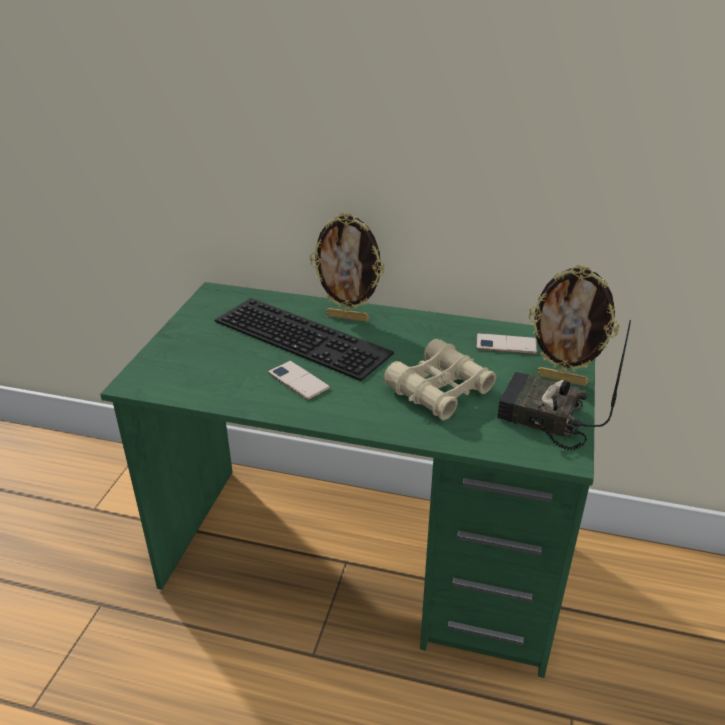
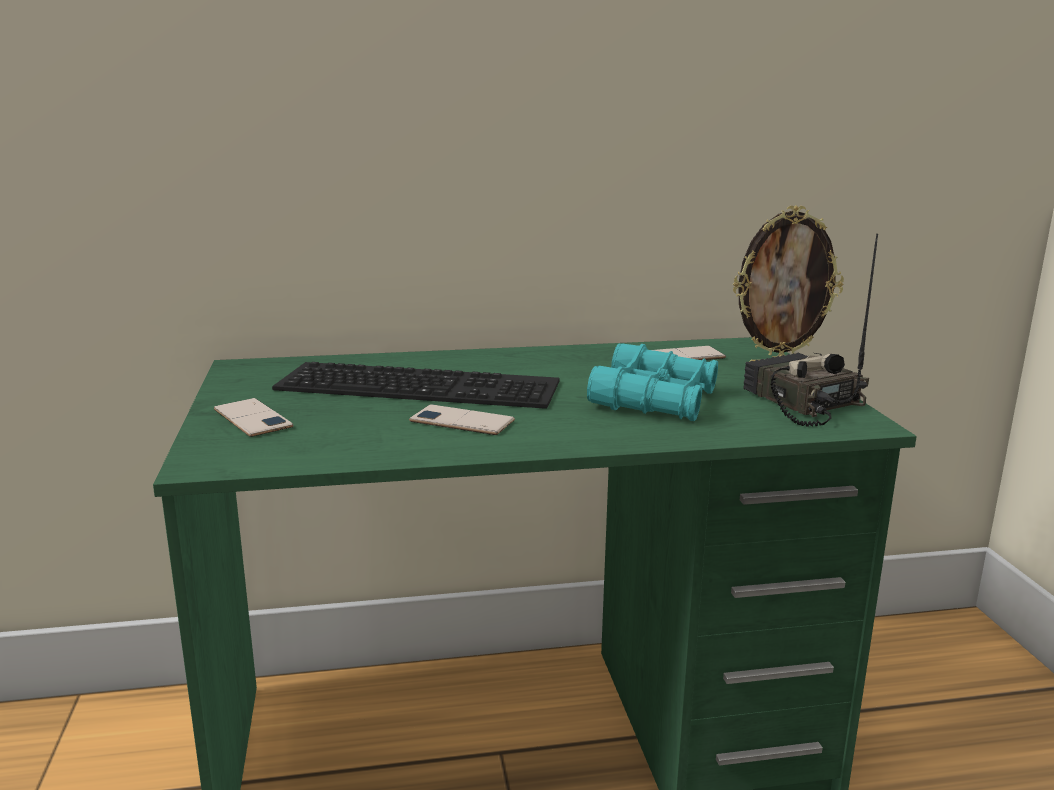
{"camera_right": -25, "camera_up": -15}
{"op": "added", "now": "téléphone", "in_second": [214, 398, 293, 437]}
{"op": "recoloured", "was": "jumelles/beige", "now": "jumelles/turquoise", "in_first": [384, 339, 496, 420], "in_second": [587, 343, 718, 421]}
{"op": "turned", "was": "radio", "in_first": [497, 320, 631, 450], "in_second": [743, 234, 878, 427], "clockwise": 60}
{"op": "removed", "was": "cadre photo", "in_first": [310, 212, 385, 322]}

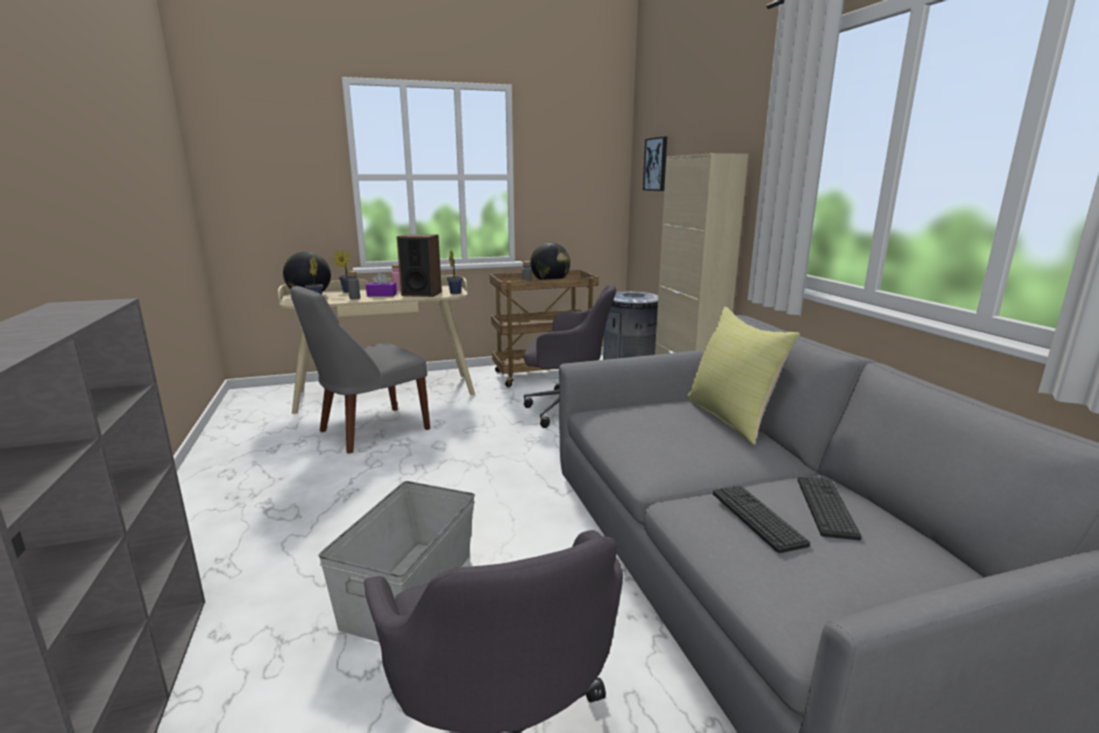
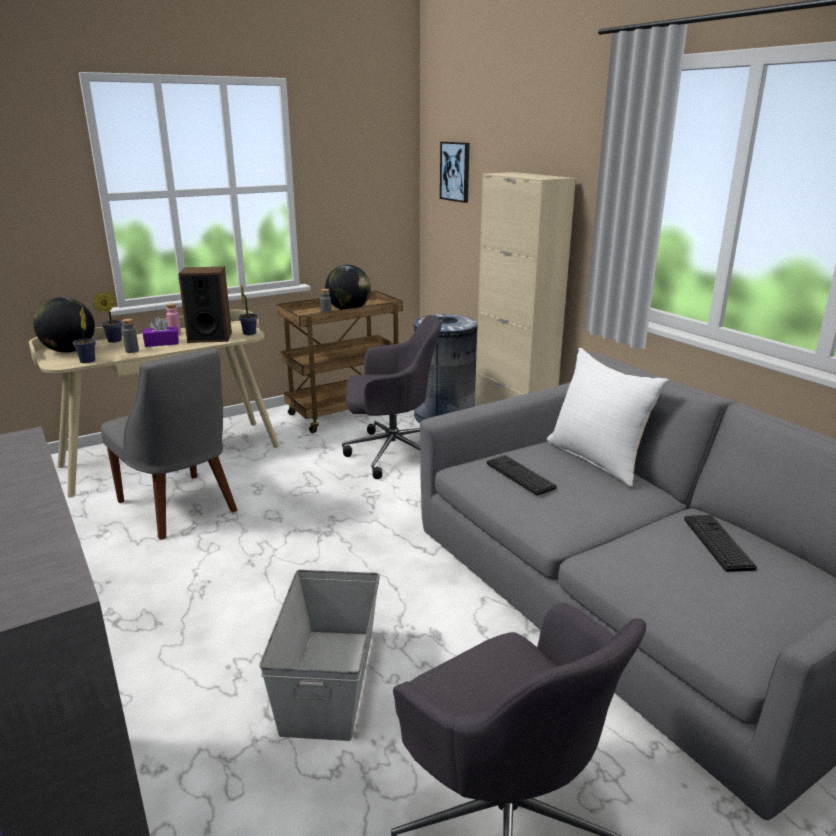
{"camera_right": -15, "camera_up": 5}
{"op": "turned", "was": "chaise/gris", "in_first": [290, 286, 430, 454], "in_second": [101, 348, 238, 540], "clockwise": -75}
{"op": "moved", "was": "clavier", "in_first": [713, 485, 810, 553], "in_second": [487, 455, 557, 496]}
{"op": "recoloured", "was": "coussin/jaune", "now": "coussin/blanc", "in_first": [687, 307, 800, 445], "in_second": [547, 348, 669, 487]}

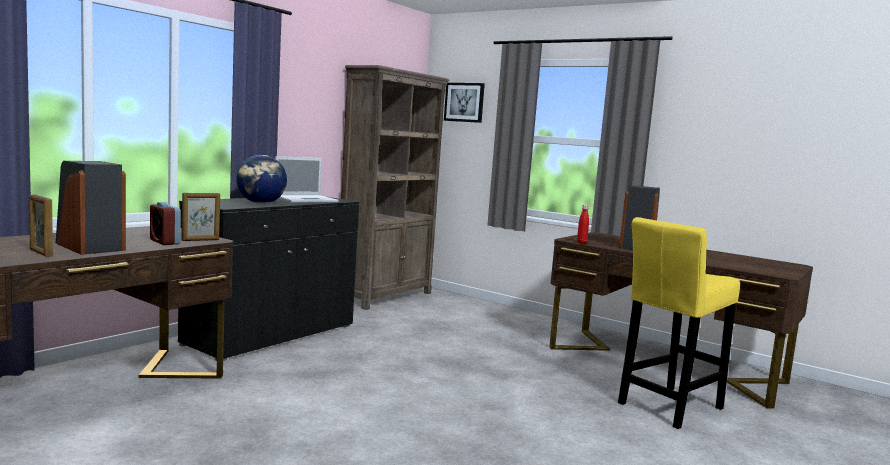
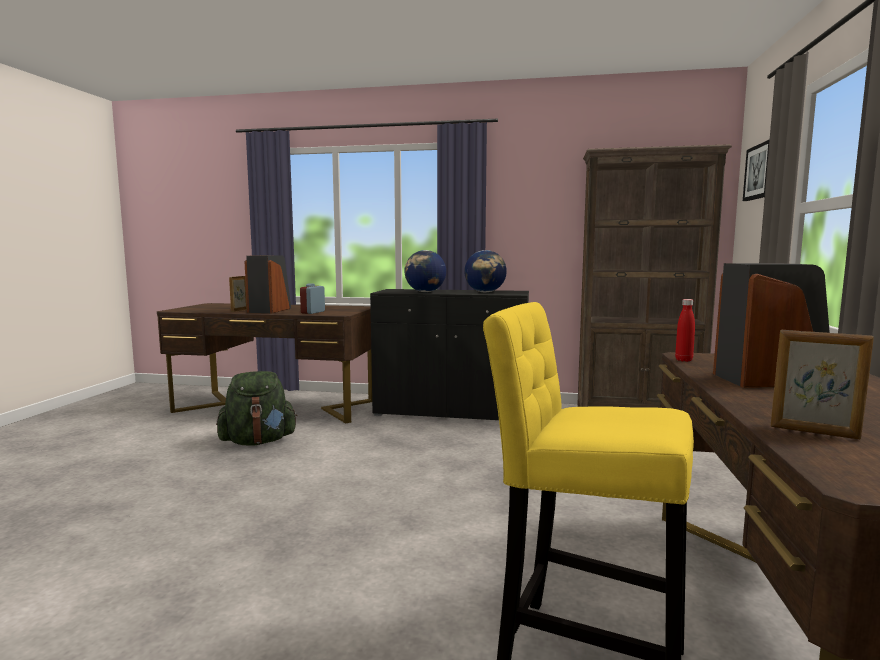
{"camera_right": 65, "camera_up": 0}
{"op": "added", "now": "sac à dos/vert", "in_second": [216, 371, 298, 446]}
{"op": "replaced", "was": "ordinateur portable", "now": "globe", "in_first": [275, 156, 339, 203], "in_second": [464, 250, 507, 293]}
{"op": "moved", "was": "cadre photo", "in_first": [181, 193, 220, 241], "in_second": [771, 330, 874, 440]}

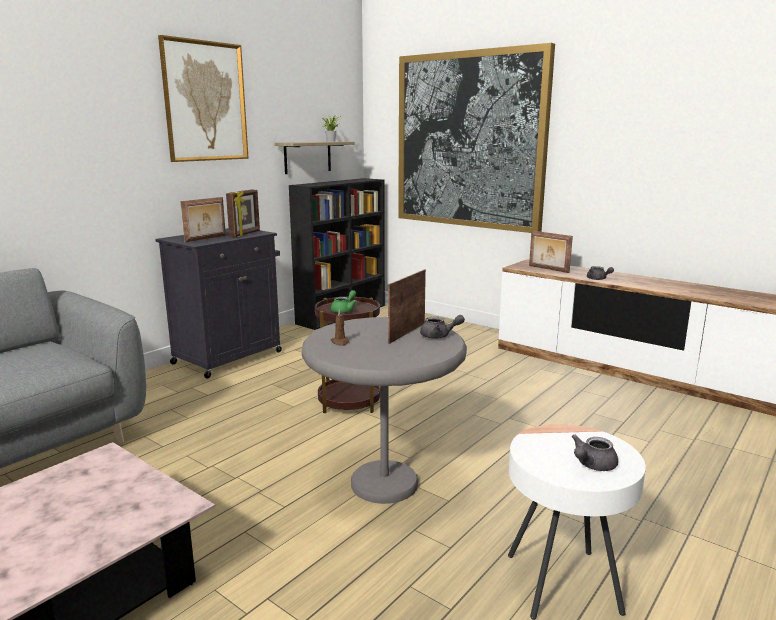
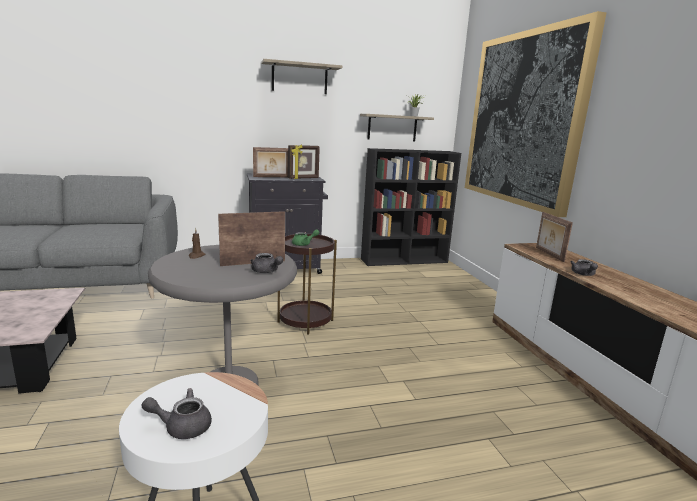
{"camera_right": 35, "camera_up": 0}
{"op": "replaced", "was": "tableau", "now": "étagère", "in_first": [158, 35, 249, 162], "in_second": [262, 59, 342, 94]}

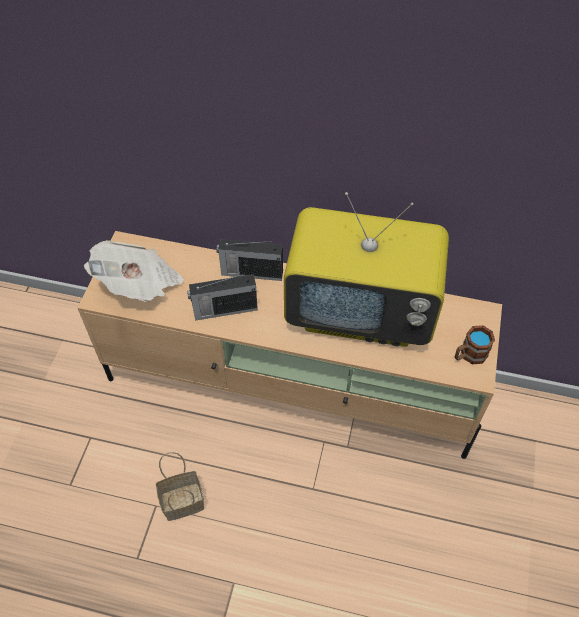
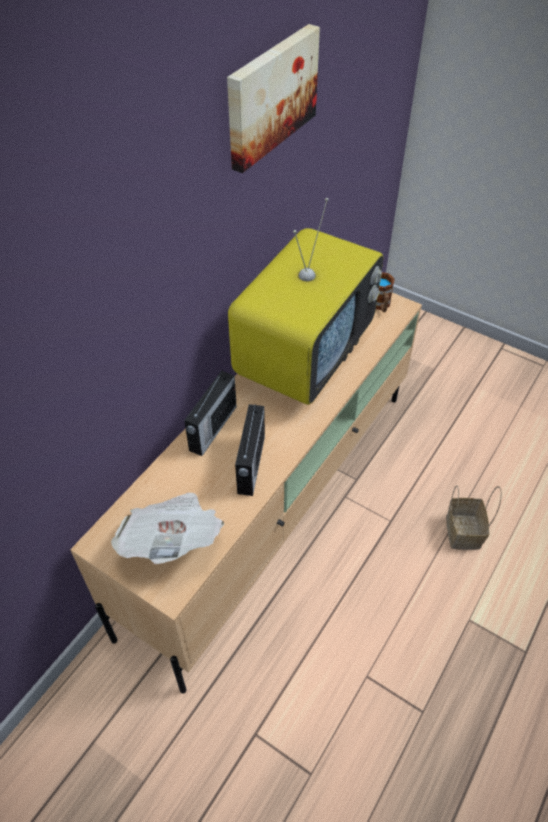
{"camera_right": -70, "camera_up": -5}
{"op": "added", "now": "tableau", "in_second": [227, 24, 320, 173]}
{"op": "moved", "was": "panier", "in_first": [156, 452, 204, 521], "in_second": [446, 485, 502, 550]}

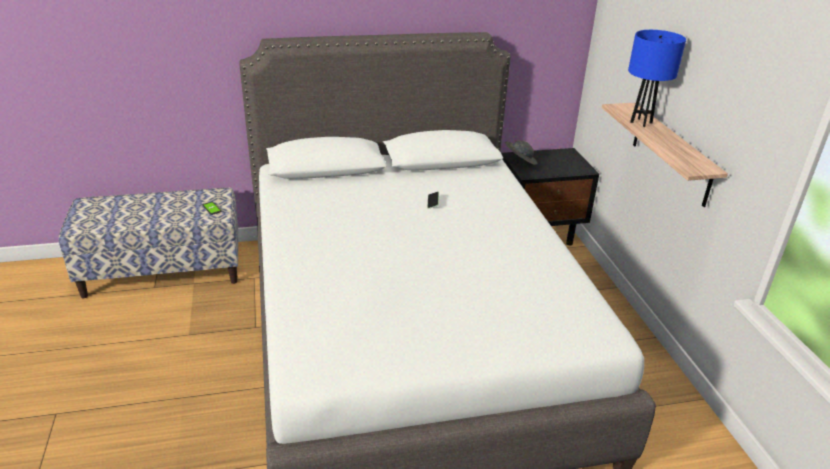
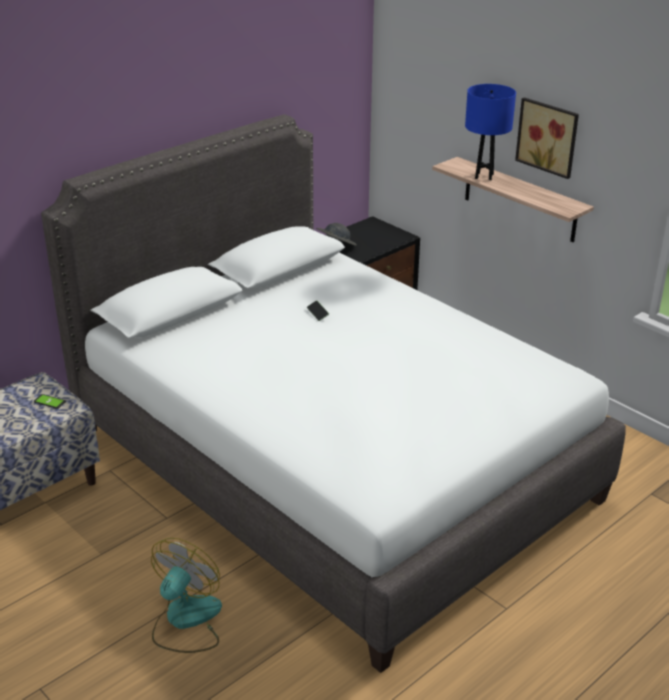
{"camera_right": -30, "camera_up": 0}
{"op": "added", "now": "ventilateur", "in_second": [151, 538, 222, 653]}
{"op": "added", "now": "tableau", "in_second": [515, 97, 579, 179]}

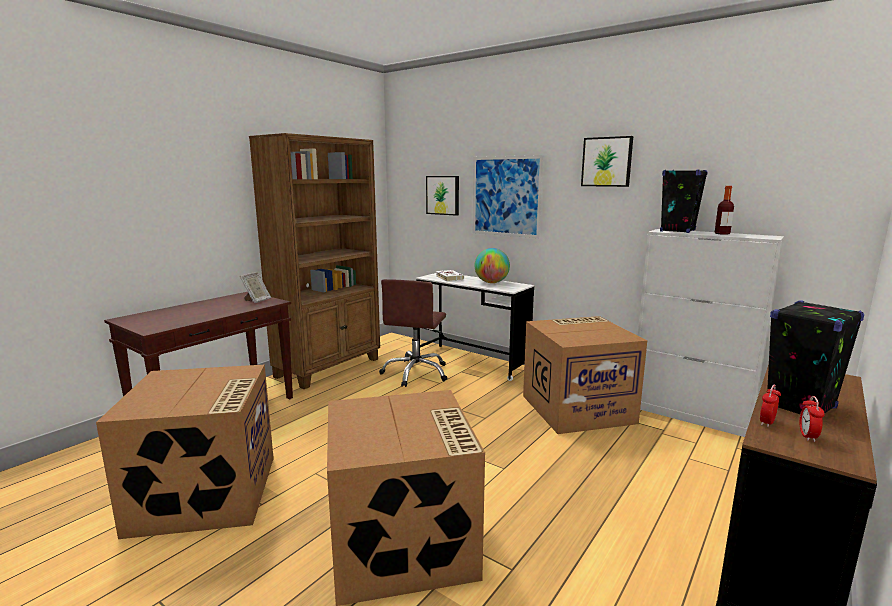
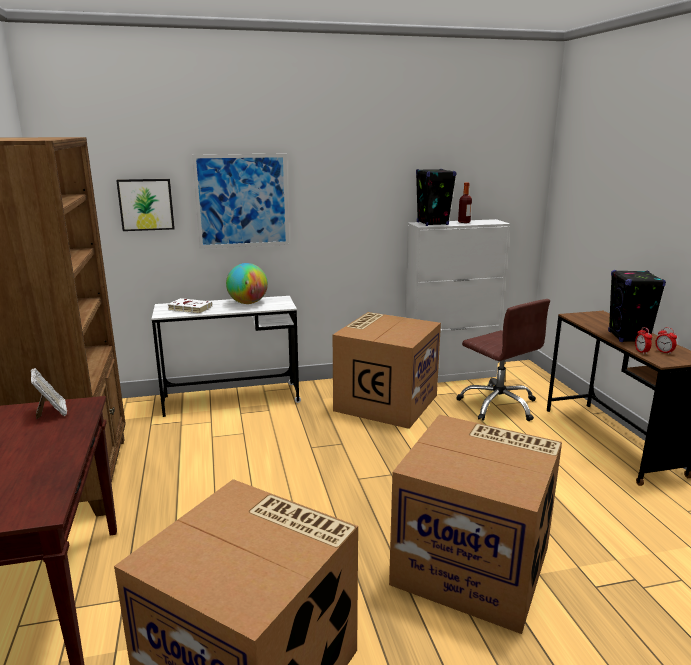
{"camera_right": -50, "camera_up": 5}
{"op": "moved", "was": "chaise de bureau/marron", "in_first": [379, 279, 447, 387], "in_second": [456, 299, 550, 421]}
{"op": "removed", "was": "tableau", "in_first": [581, 136, 633, 187]}

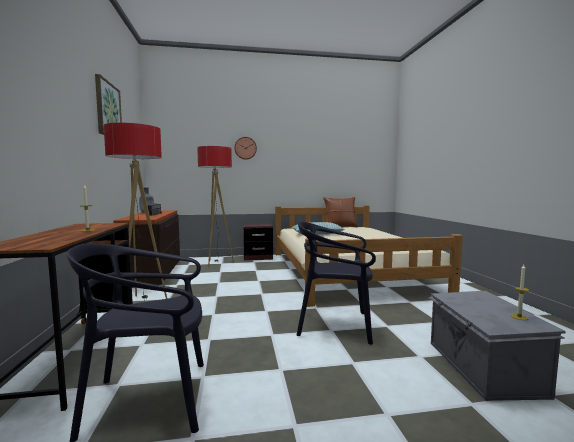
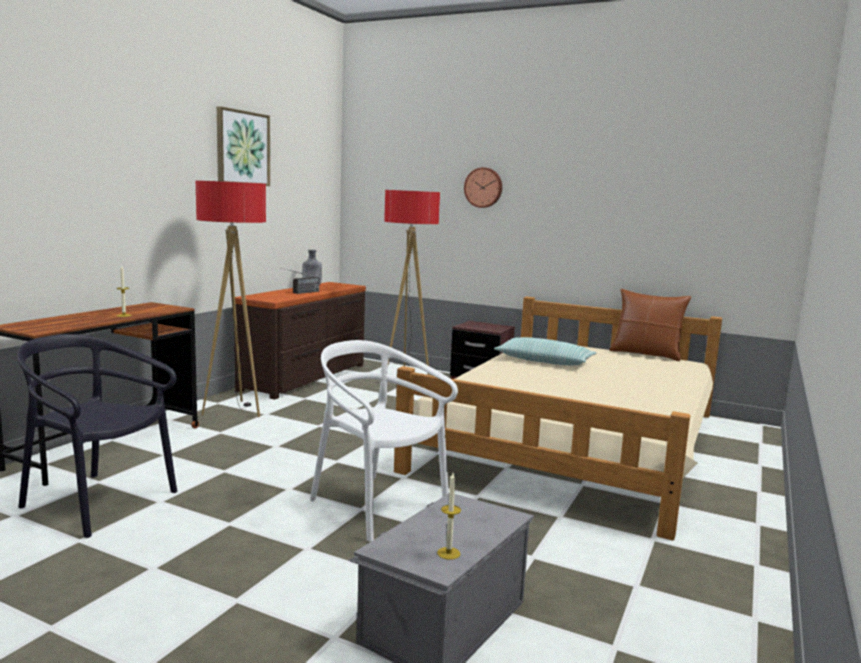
{"camera_right": 35, "camera_up": 5}
{"op": "recoloured", "was": "chaise/noir", "now": "chaise/blanc", "in_first": [297, 221, 376, 345], "in_second": [310, 340, 458, 542]}

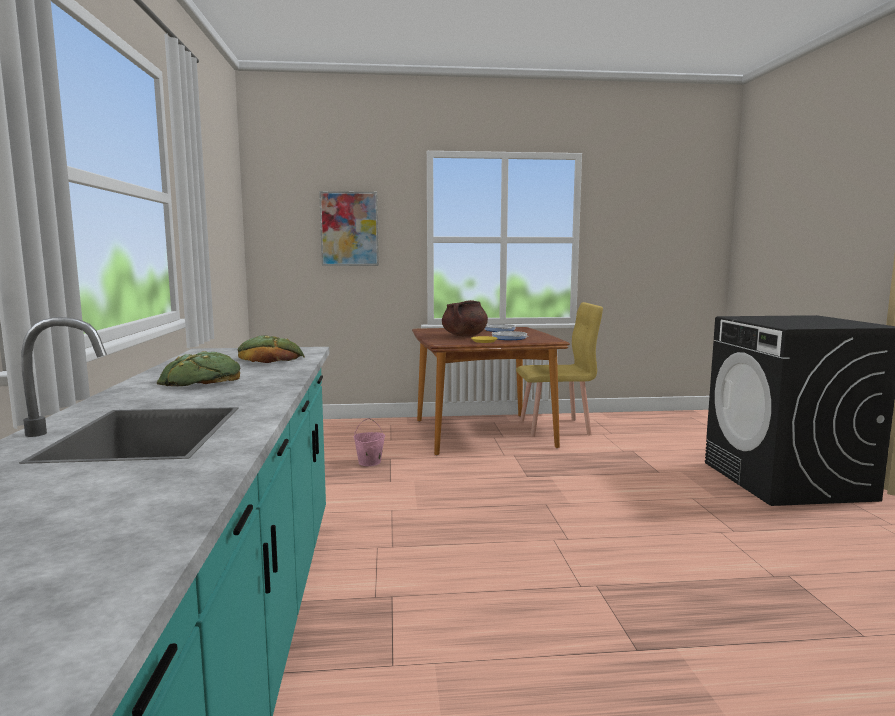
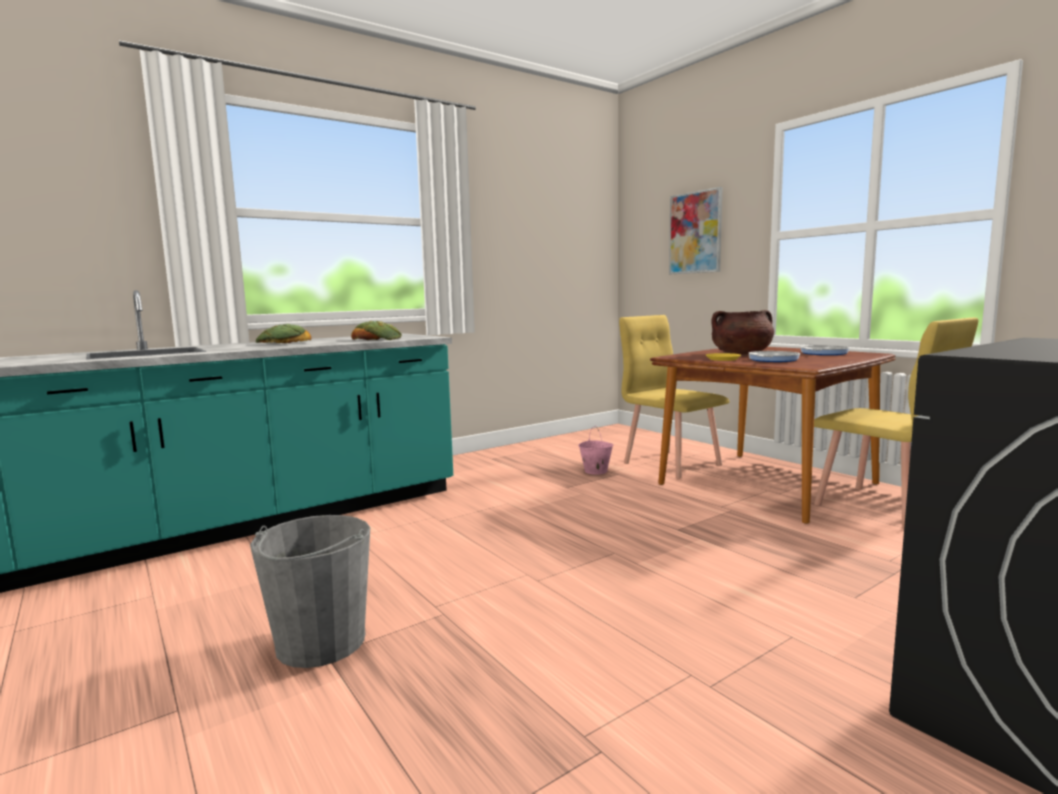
{"camera_right": 60, "camera_up": 0}
{"op": "added", "now": "seau/gris", "in_second": [250, 515, 370, 668]}
{"op": "added", "now": "chaise/jaune", "in_second": [619, 315, 729, 478]}

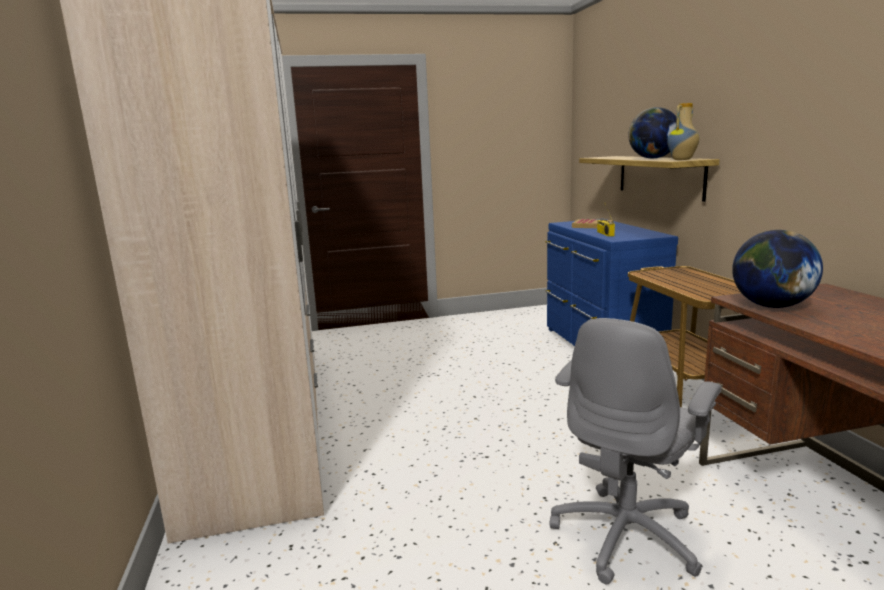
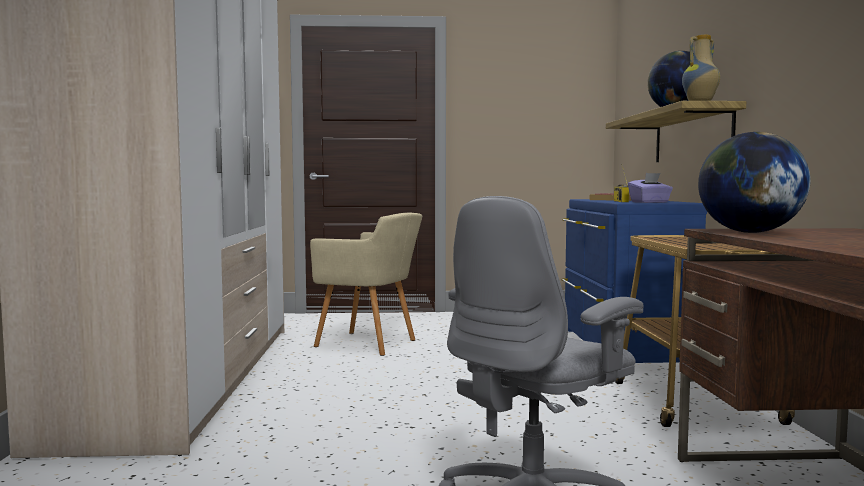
{"camera_right": 10, "camera_up": -10}
{"op": "added", "now": "fauteuil/beige", "in_second": [310, 213, 422, 356]}
{"op": "added", "now": "boîte à mouchoirs/violet", "in_second": [628, 173, 673, 203]}

